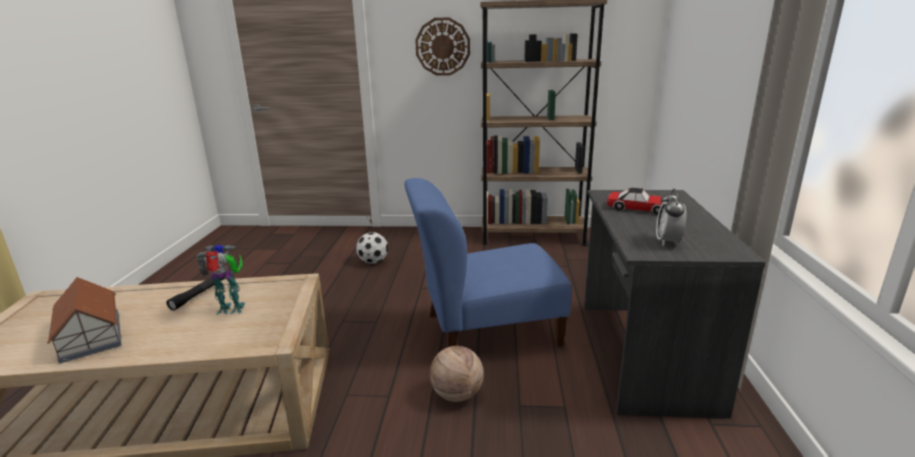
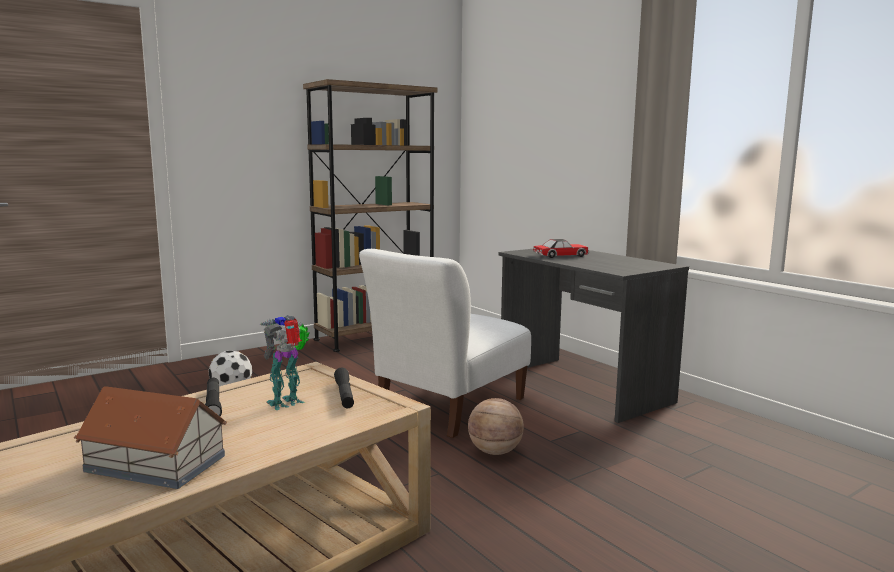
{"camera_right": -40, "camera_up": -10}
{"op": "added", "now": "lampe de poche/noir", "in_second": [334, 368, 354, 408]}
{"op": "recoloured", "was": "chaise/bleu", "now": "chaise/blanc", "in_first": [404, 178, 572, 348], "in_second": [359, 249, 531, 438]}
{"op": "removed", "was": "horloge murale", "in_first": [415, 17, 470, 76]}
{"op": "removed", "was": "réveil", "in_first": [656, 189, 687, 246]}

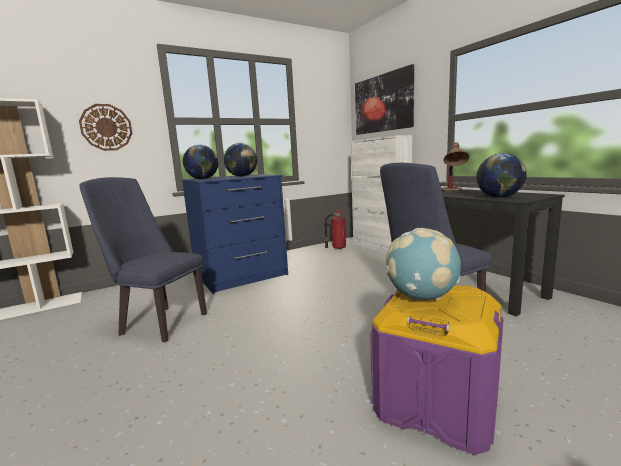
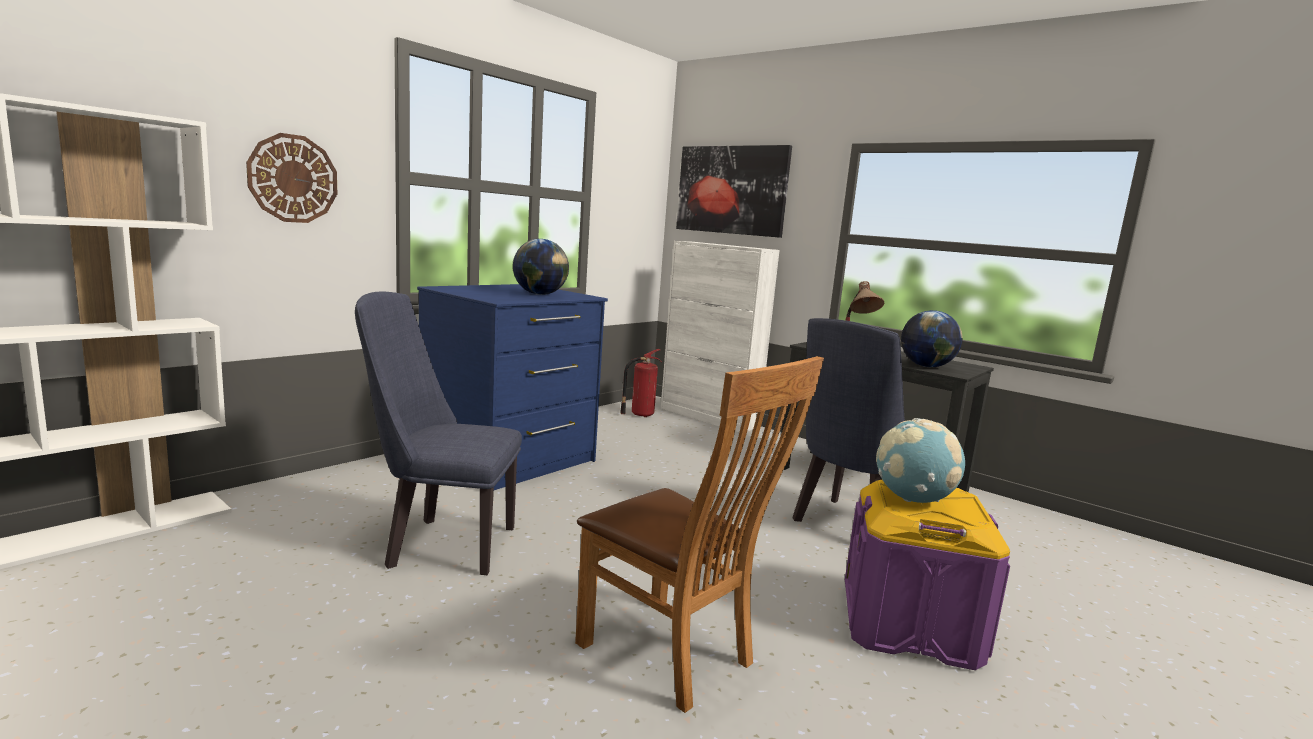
{"camera_right": -20, "camera_up": 0}
{"op": "added", "now": "chaise/marron", "in_second": [575, 356, 824, 713]}
{"op": "removed", "was": "globe", "in_first": [183, 145, 218, 179]}

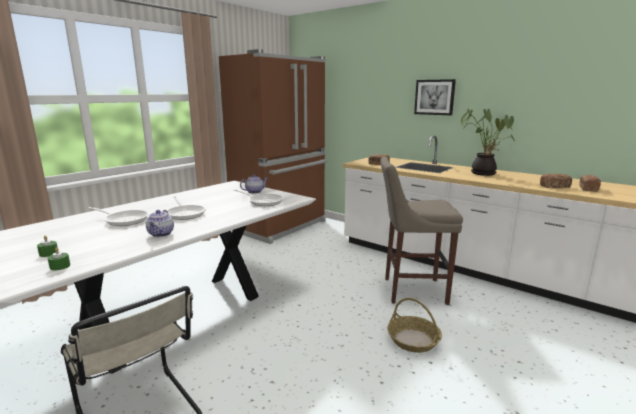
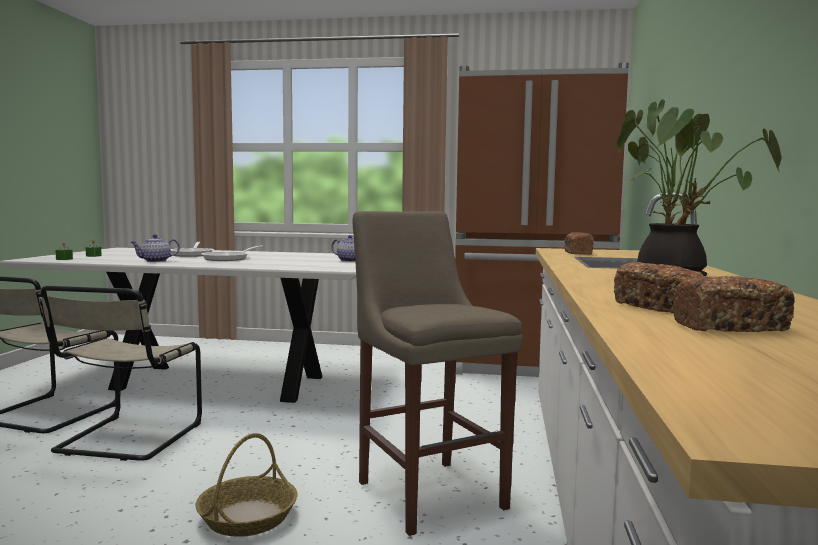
{"camera_right": 60, "camera_up": -10}
{"op": "added", "now": "chaise/beige", "in_second": [40, 286, 202, 461]}
{"op": "removed", "was": "poêle", "in_first": [233, 189, 284, 206]}
{"op": "removed", "was": "tableau", "in_first": [414, 79, 456, 116]}

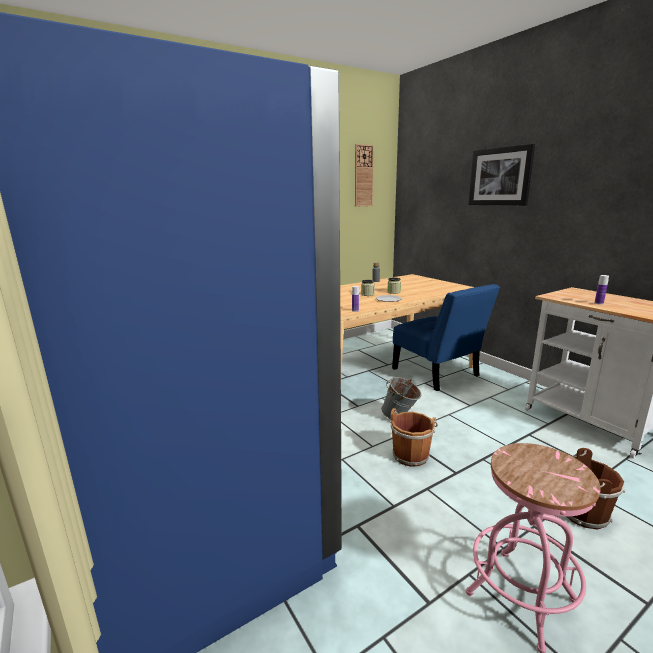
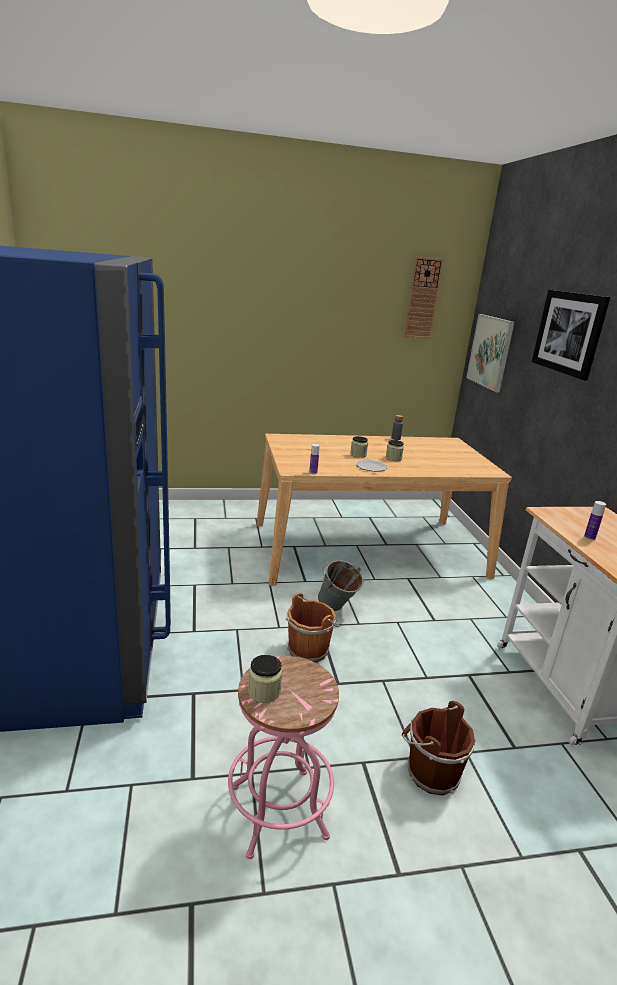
{"camera_right": 20, "camera_up": 5}
{"op": "added", "now": "bocal", "in_second": [248, 655, 282, 703]}
{"op": "added", "now": "tableau", "in_second": [466, 314, 515, 392]}
{"op": "removed", "was": "chaise/bleu", "in_first": [392, 284, 500, 391]}

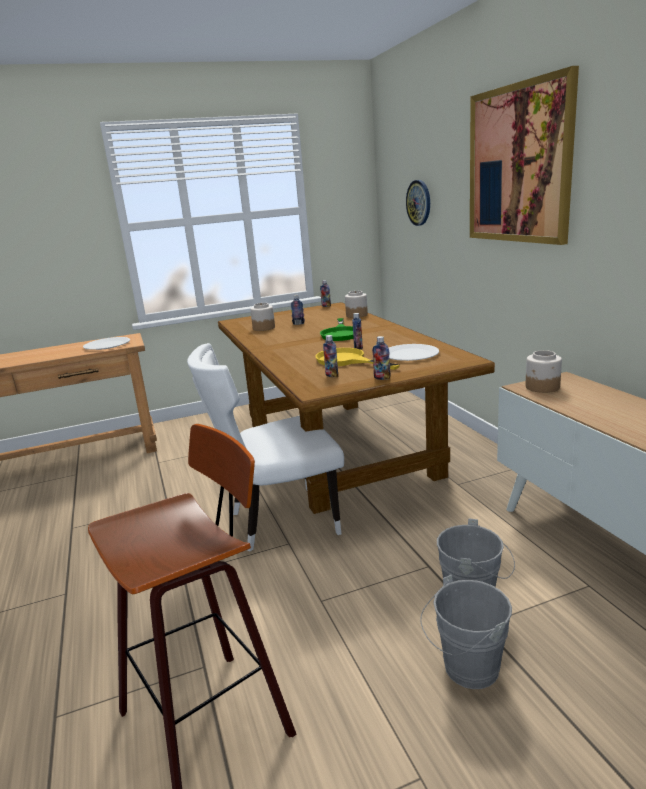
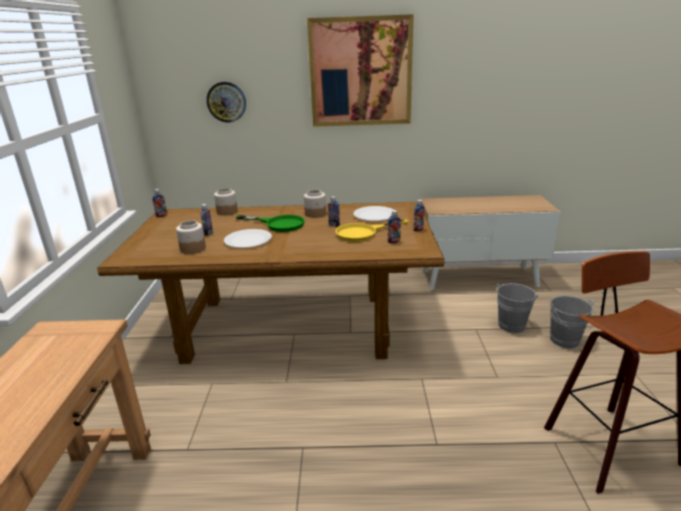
{"camera_right": -70, "camera_up": 5}
{"op": "moved", "was": "assiette/blanc", "in_first": [83, 337, 130, 350], "in_second": [224, 229, 272, 248]}
{"op": "moved", "was": "bocal", "in_first": [525, 350, 562, 393], "in_second": [304, 190, 326, 218]}
{"op": "removed", "was": "chaise/blanc", "in_first": [187, 343, 344, 552]}

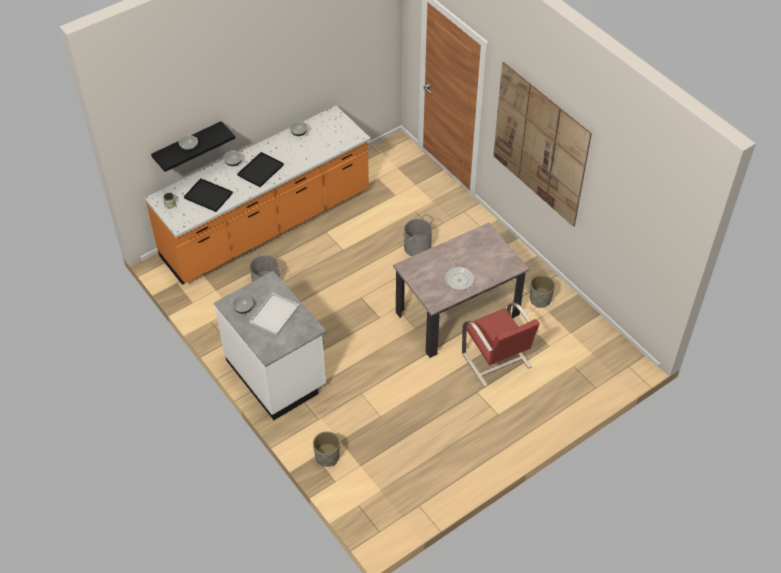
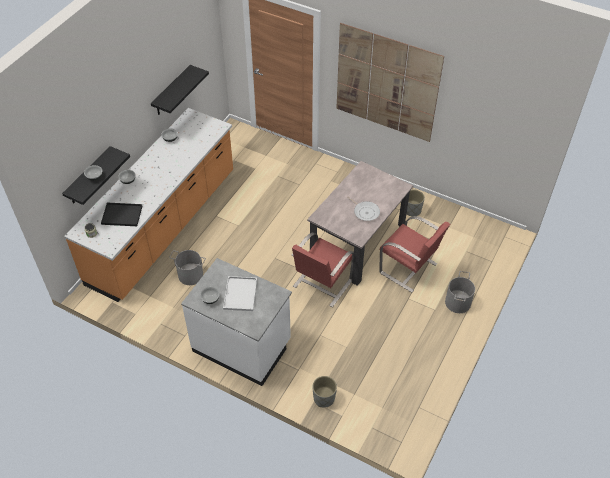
{"camera_right": -25, "camera_up": 0}
{"op": "added", "now": "étagère/noir", "in_second": [151, 65, 209, 115]}
{"op": "added", "now": "chaise/rouge", "in_second": [292, 232, 354, 307]}
{"op": "moved", "was": "seau/gris", "in_first": [402, 214, 434, 256], "in_second": [445, 271, 475, 313]}
{"op": "removed", "was": "plateau/noir", "in_first": [237, 152, 284, 187]}

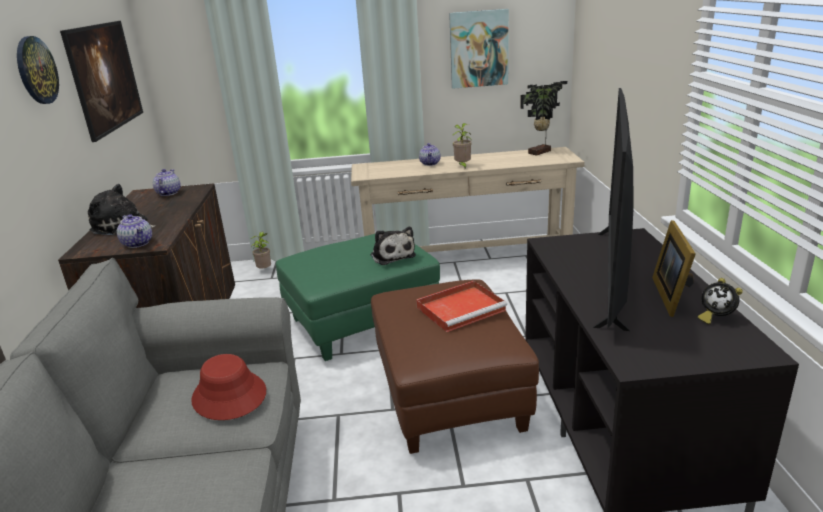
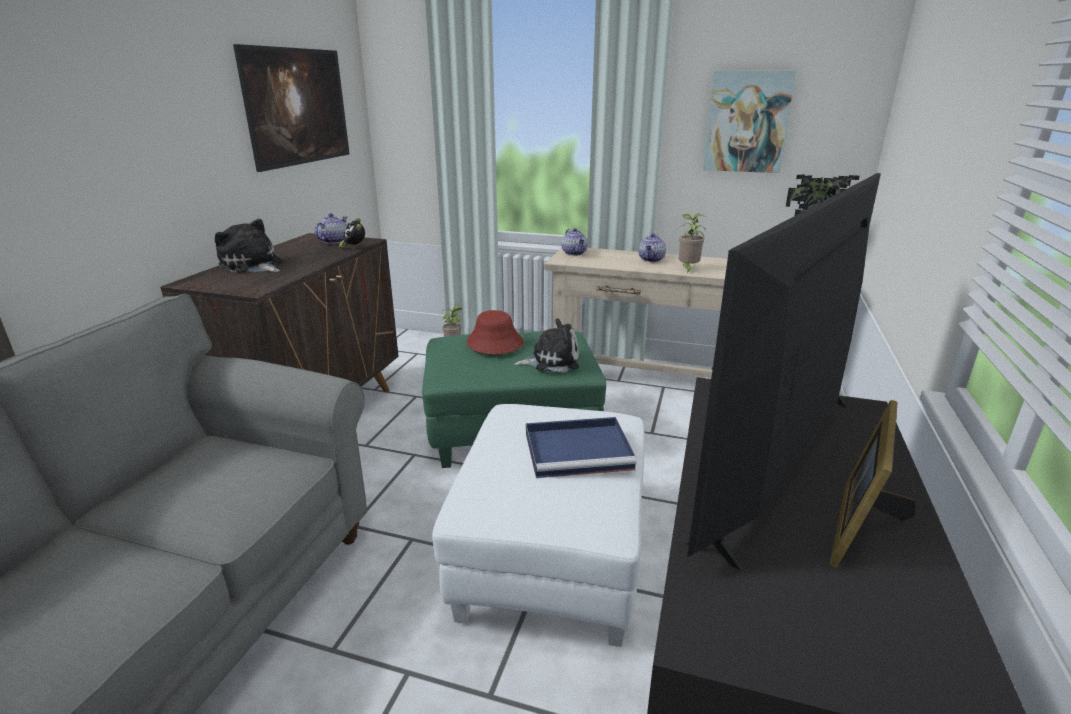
{"camera_right": 20, "camera_up": 0}
{"op": "moved", "was": "réveil", "in_first": [698, 278, 743, 325], "in_second": [339, 218, 365, 249]}
{"op": "recoloured", "was": "pouf/marron", "now": "pouf/blanc", "in_first": [371, 280, 539, 454], "in_second": [432, 404, 644, 647]}
{"op": "moved", "was": "chapeau/rouge", "in_first": [191, 354, 266, 420], "in_second": [466, 310, 524, 354]}
{"op": "turned", "was": "peluche", "in_first": [370, 227, 416, 265], "in_second": [514, 318, 579, 372], "clockwise": -90}
{"op": "recoloured", "was": "plateau/rouge", "now": "plateau/bleu", "in_first": [416, 281, 507, 332], "in_second": [526, 417, 637, 478]}
{"op": "moved", "was": "théière", "in_first": [117, 214, 152, 248], "in_second": [561, 228, 588, 256]}
{"op": "removed", "was": "horloge murale", "in_first": [17, 36, 59, 104]}

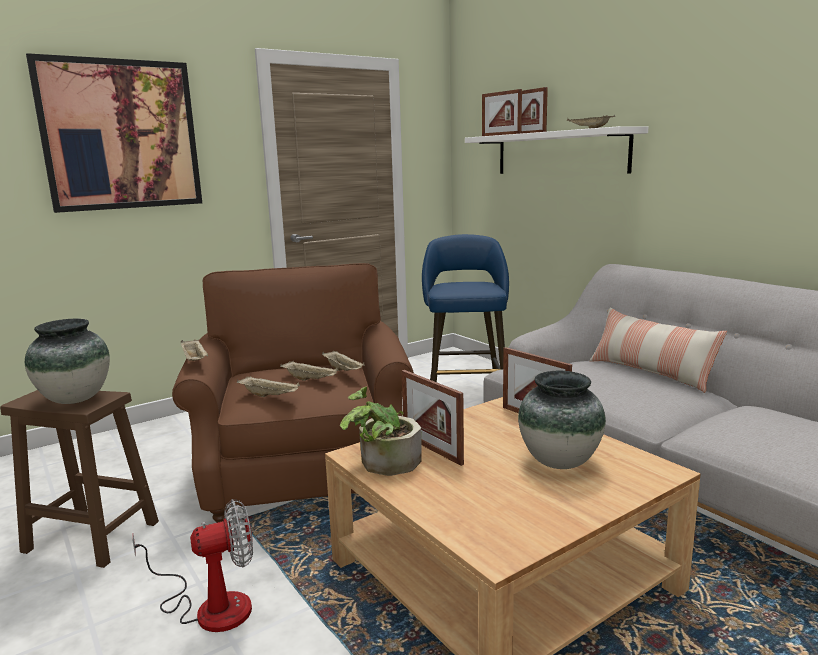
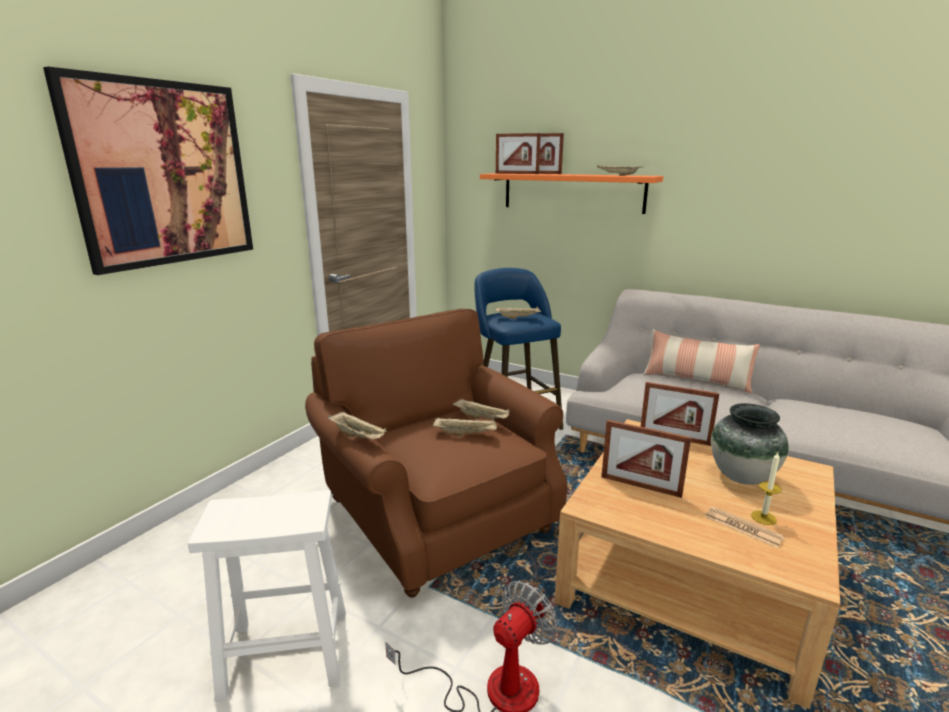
{"camera_right": -25, "camera_up": 5}
{"op": "recoloured", "was": "tabouret/marron", "now": "tabouret/blanc", "in_first": [0, 390, 159, 568], "in_second": [188, 490, 346, 702]}
{"op": "recoloured", "was": "étagère/blanc", "now": "étagère/orange", "in_first": [465, 126, 648, 174], "in_second": [480, 173, 664, 214]}
{"op": "moved", "was": "plateau/beige", "in_first": [237, 376, 300, 397], "in_second": [495, 307, 541, 319]}
{"op": "added", "now": "journal", "in_second": [705, 506, 785, 548]}
{"op": "added", "now": "bougie", "in_second": [751, 453, 782, 525]}
{"op": "removed", "was": "vase", "in_first": [25, 319, 110, 404]}
{"op": "removed", "was": "plante en pot", "in_first": [340, 387, 422, 476]}

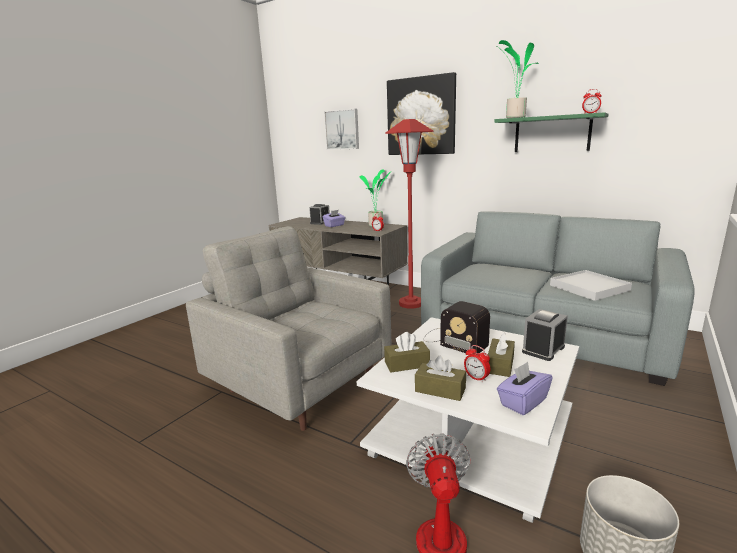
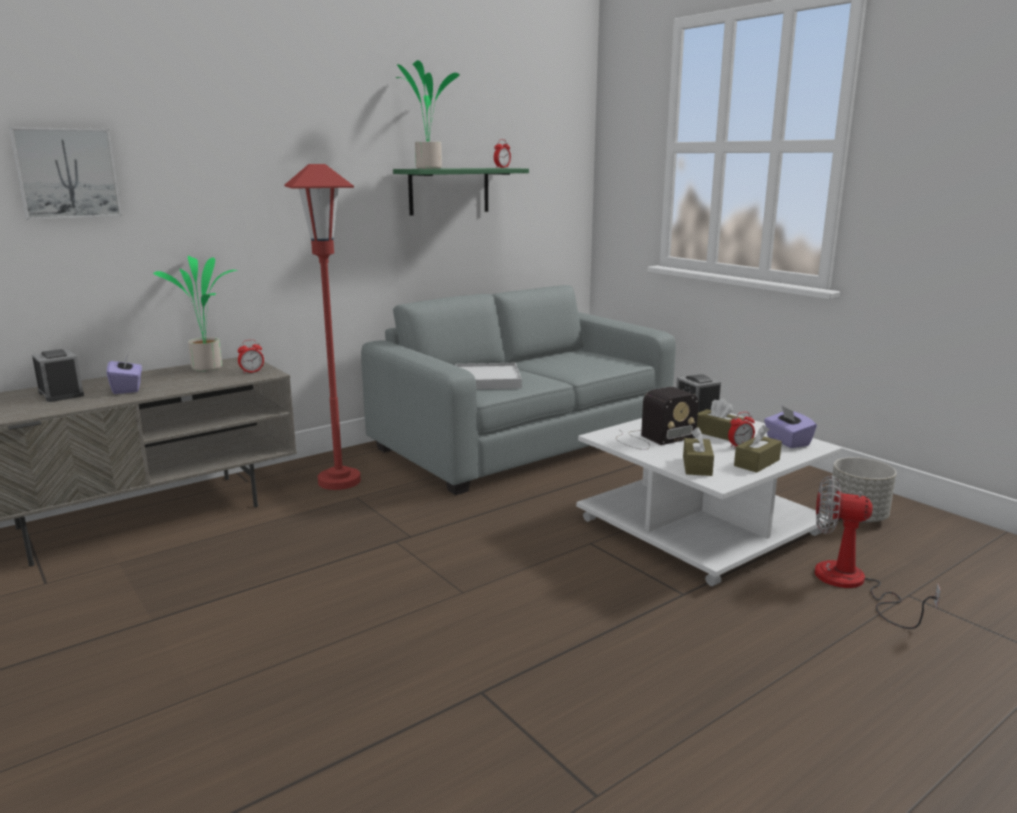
{"camera_right": -70, "camera_up": 0}
{"op": "moved", "was": "plateau/blanc", "in_first": [550, 270, 632, 301], "in_second": [455, 363, 522, 389]}
{"op": "removed", "was": "fauteuil/gris", "in_first": [186, 226, 392, 431]}
{"op": "removed", "was": "tableau", "in_first": [387, 72, 456, 155]}

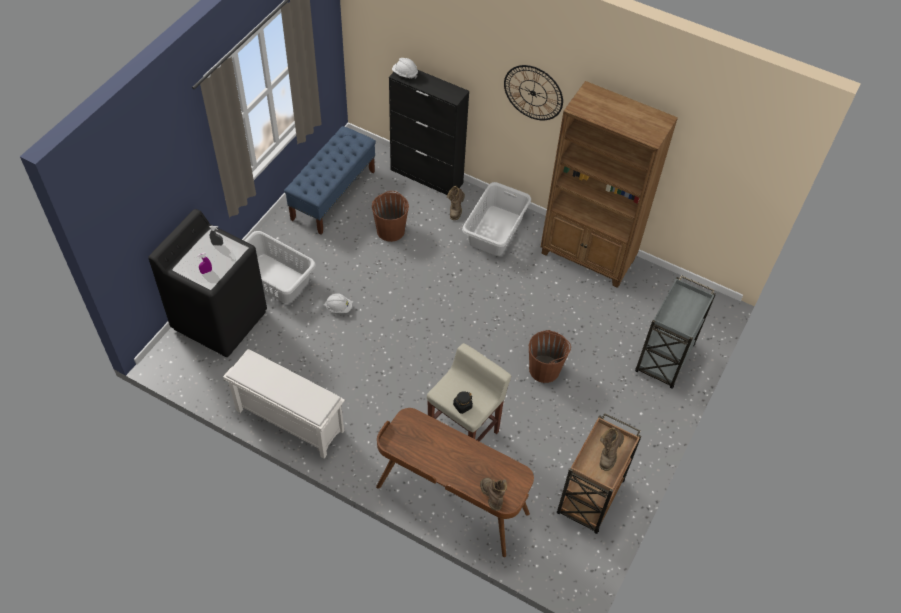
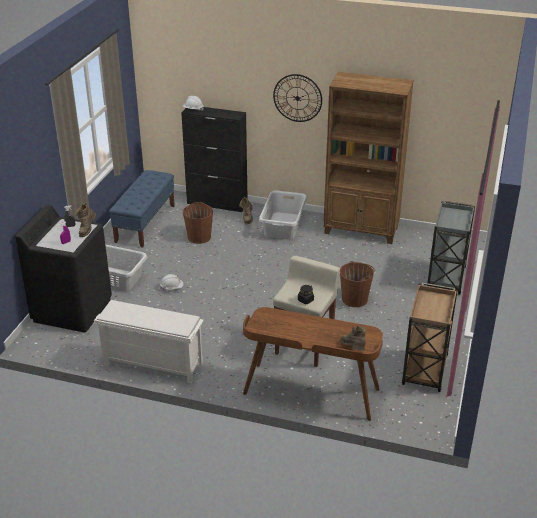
{"camera_right": -10, "camera_up": -20}
{"op": "moved", "was": "botte/marron", "in_first": [599, 427, 624, 471], "in_second": [75, 203, 96, 237]}

